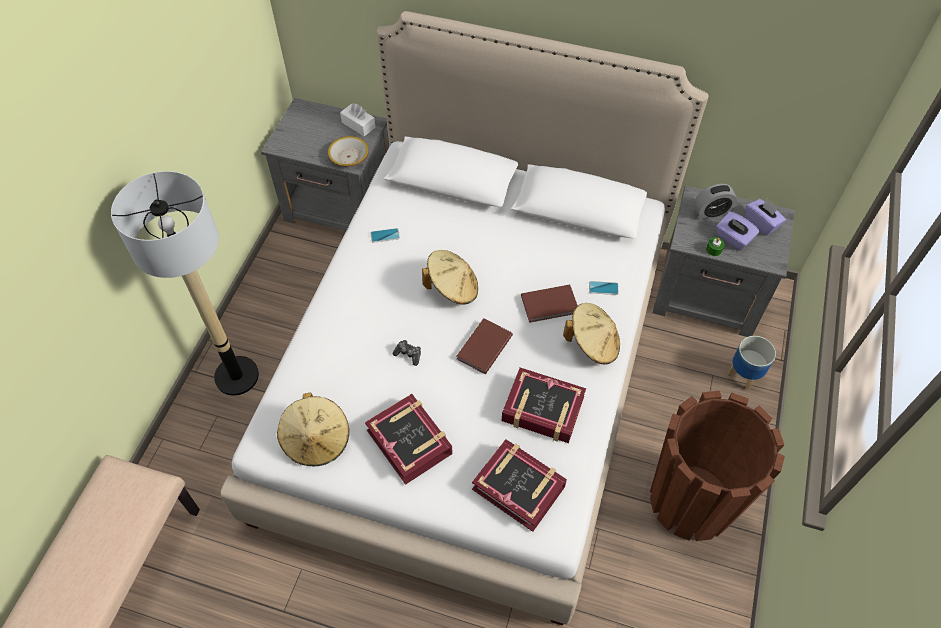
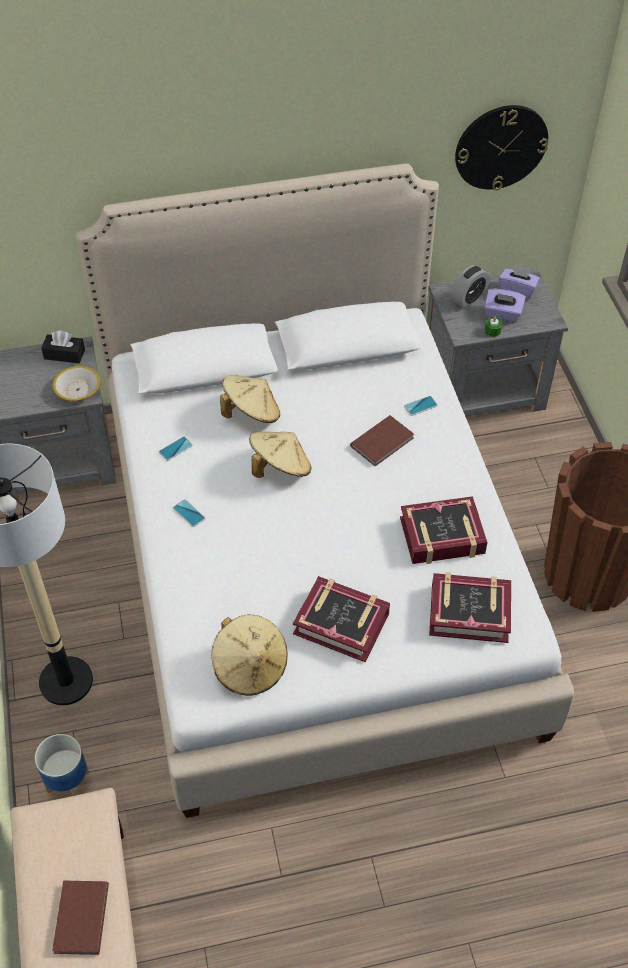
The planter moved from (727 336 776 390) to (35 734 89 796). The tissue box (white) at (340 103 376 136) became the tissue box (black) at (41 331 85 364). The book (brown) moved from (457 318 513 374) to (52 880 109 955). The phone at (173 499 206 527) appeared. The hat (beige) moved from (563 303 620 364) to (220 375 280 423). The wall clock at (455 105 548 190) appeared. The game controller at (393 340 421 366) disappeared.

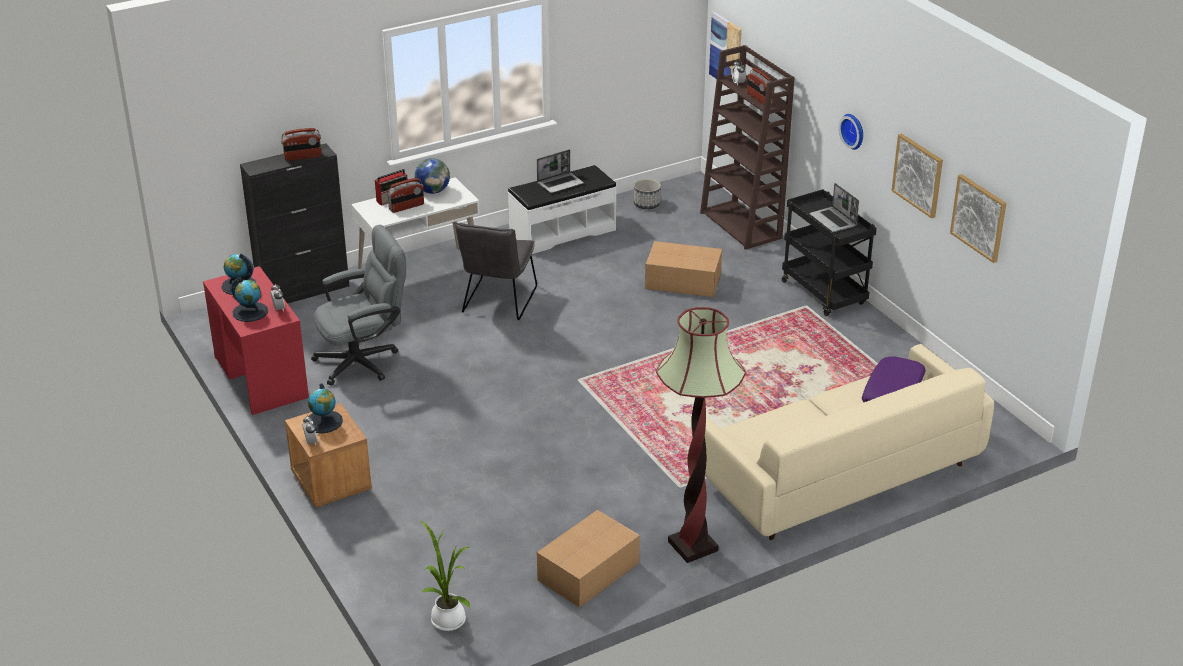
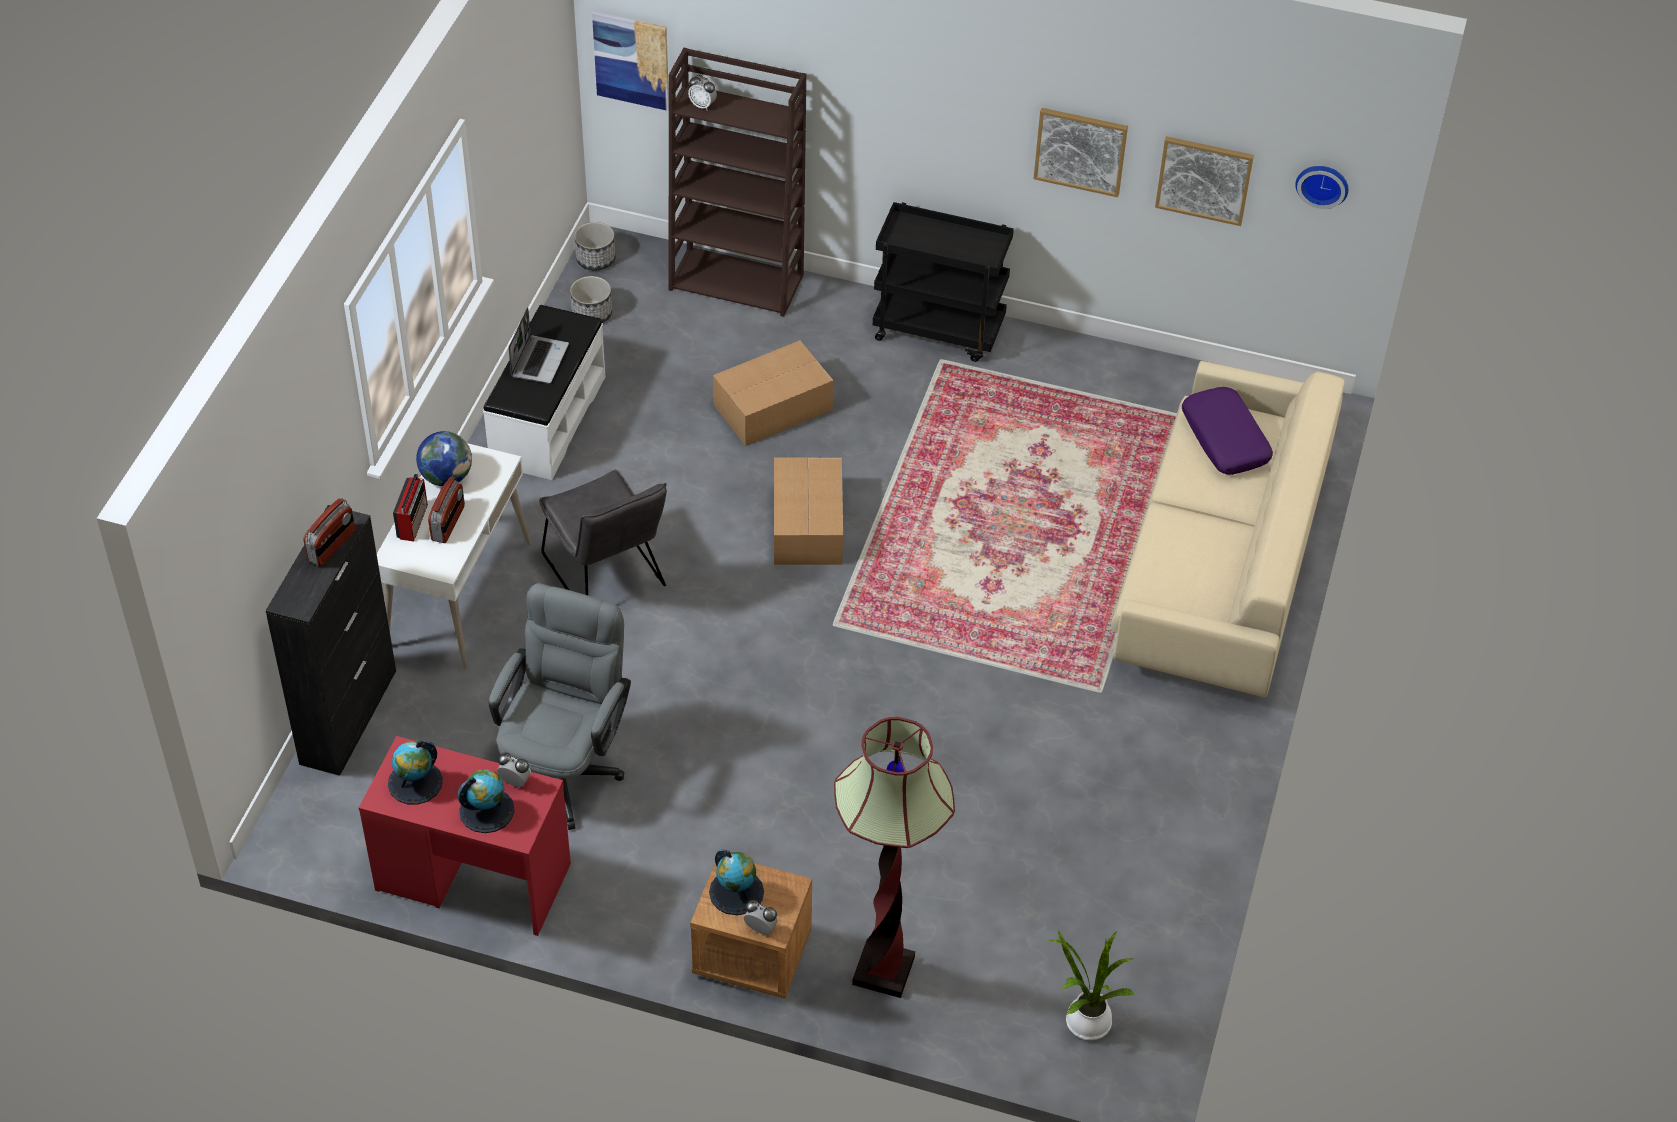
The planter at (574 222 616 270) appeared. The cardboard box moved from (537 510 640 608) to (774 457 843 565). The floor lamp moved from (656 307 746 563) to (834 717 955 998). The wall clock moved from (839 114 863 150) to (1295 166 1348 209). The radio at (747 68 775 105) disappeared. The laptop at (809 183 859 232) disappeared.

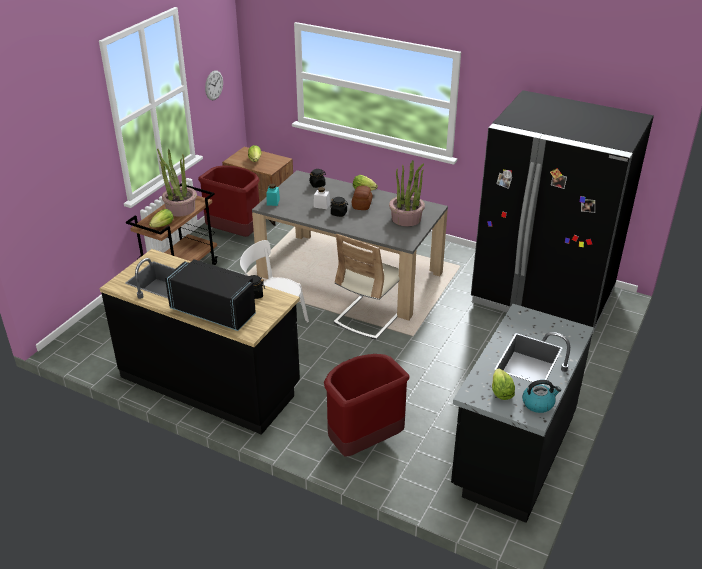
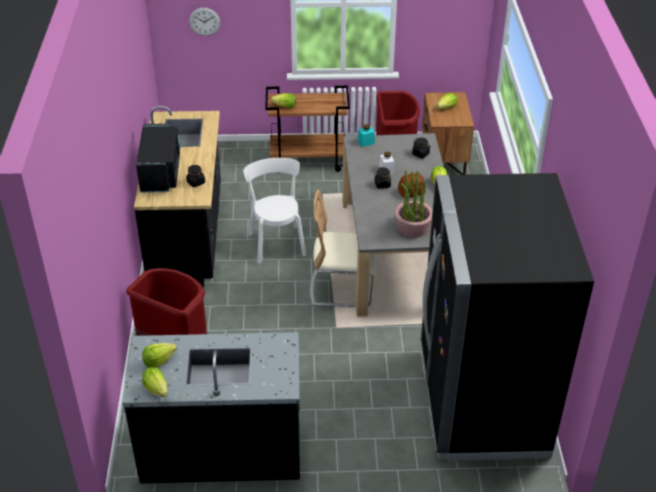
The kettle at (522 380 561 413) was replaced by the lettuce at (142 367 168 397). The wall clock moved from (205 70 223 100) to (189 7 220 36). The potted plant at (157 148 197 217) disappeared.

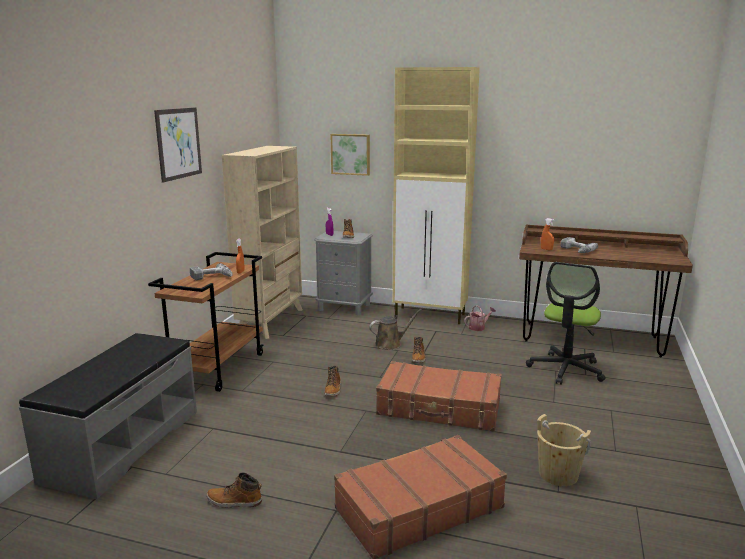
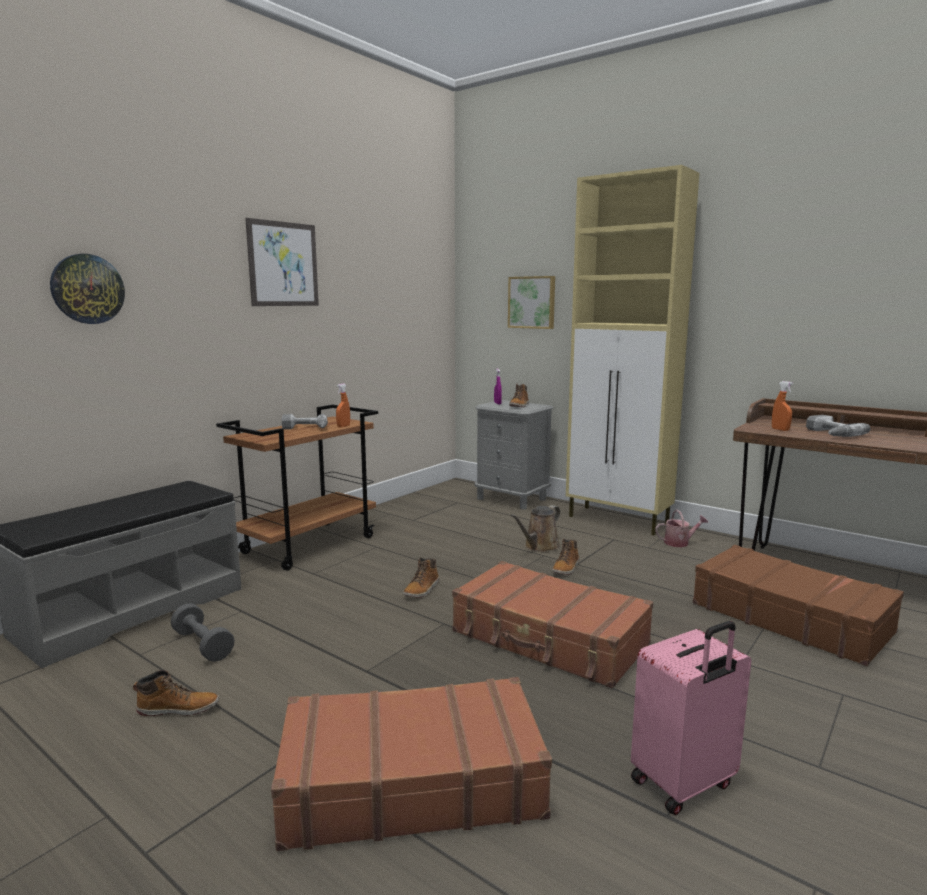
The wall clock at (50 254 125 324) appeared. The boot at (207 473 262 508) turned 150 degrees clockwise. The dumbbell (grey) at (171 603 234 662) appeared. The watering can (brown) at (369 309 422 350) turned 135 degrees clockwise. The bucket (beige) at (537 414 591 486) was replaced by the suitcase (pink) at (631 621 751 815). The office chair at (526 262 606 385) was replaced by the suitcase (brown) at (693 545 904 666). The bookcase (beige) at (222 146 303 339) disappeared.

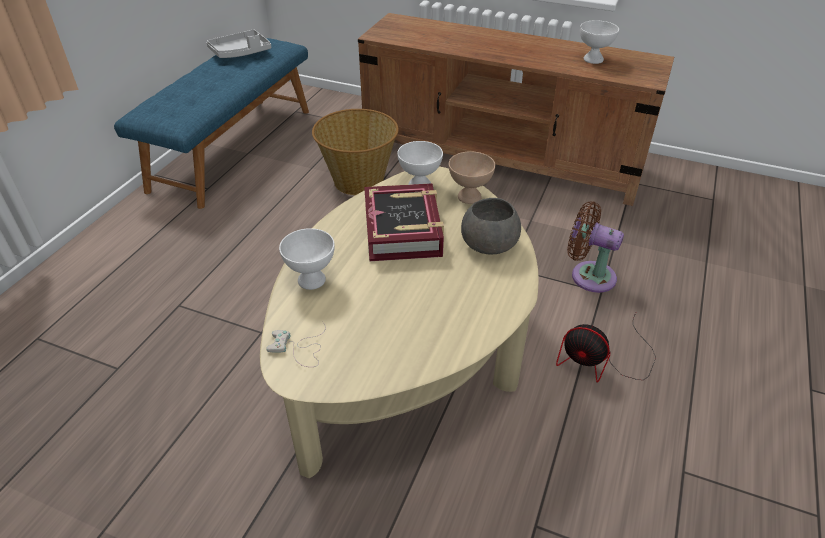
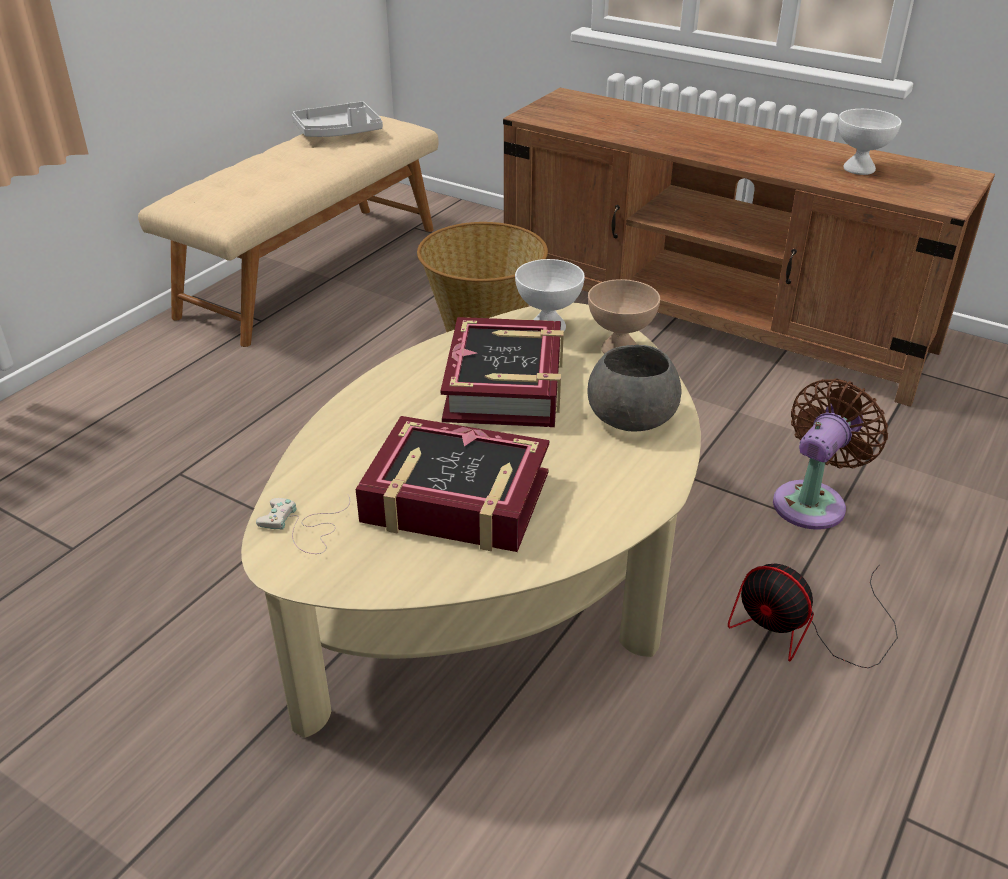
The bench (blue) at (114 38 309 209) became the bench (beige) at (138 116 439 347). The book at (356 416 549 552) appeared. The fan (brown) at (567 201 624 293) turned 90 degrees clockwise. The bowl (white) at (279 228 335 290) disappeared.

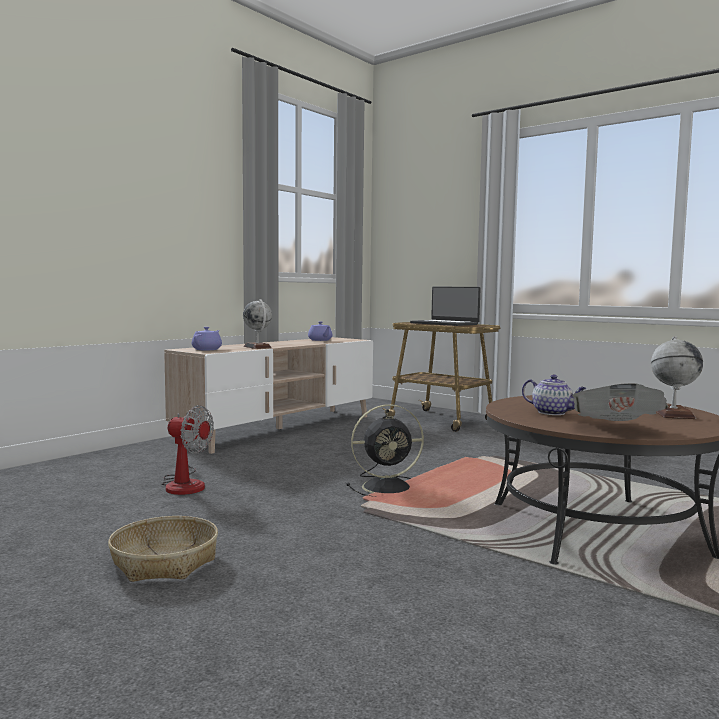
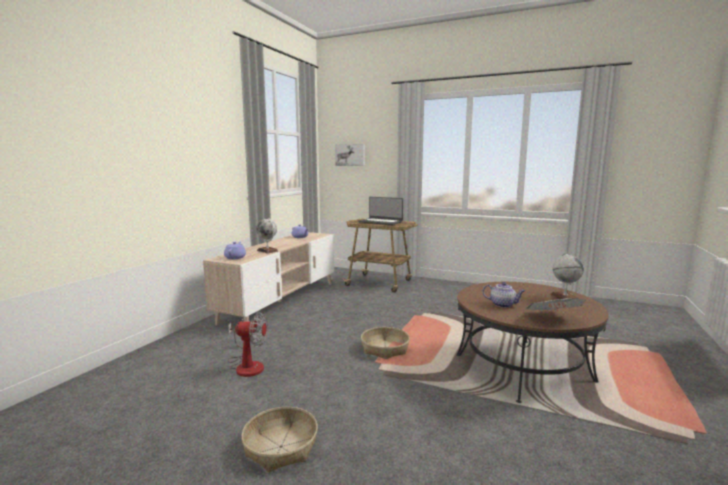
The picture at (335 144 365 166) appeared. The fan (black) at (346 404 424 497) was replaced by the basket at (361 327 410 359).

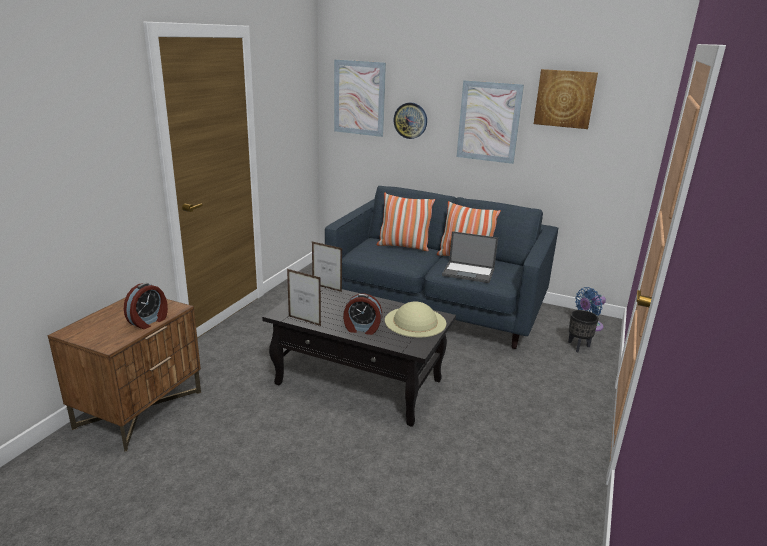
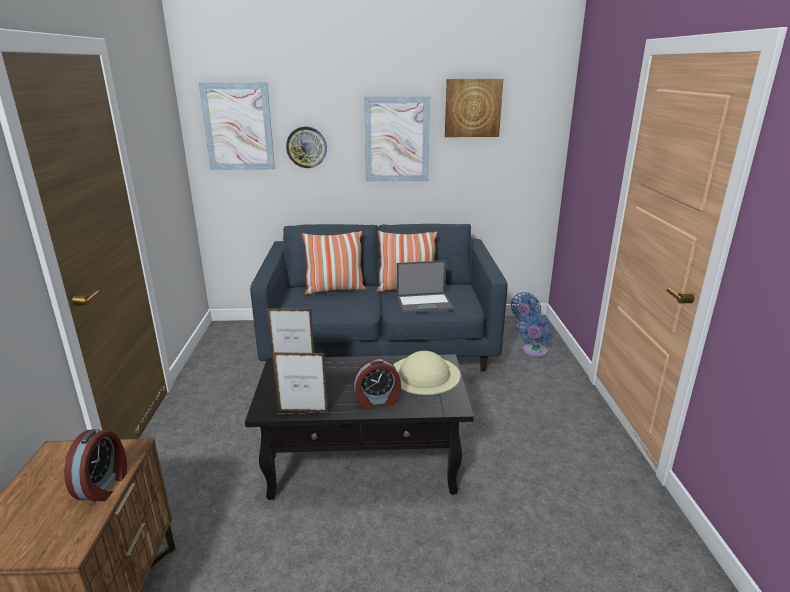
The planter (black) at (568 310 599 353) was replaced by the fan (blue) at (518 313 553 357).

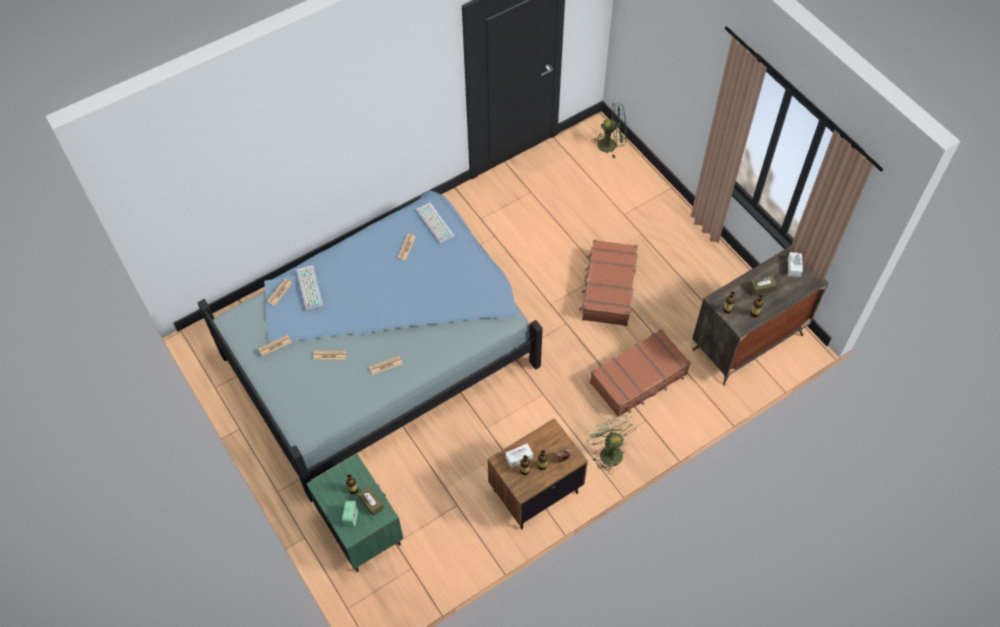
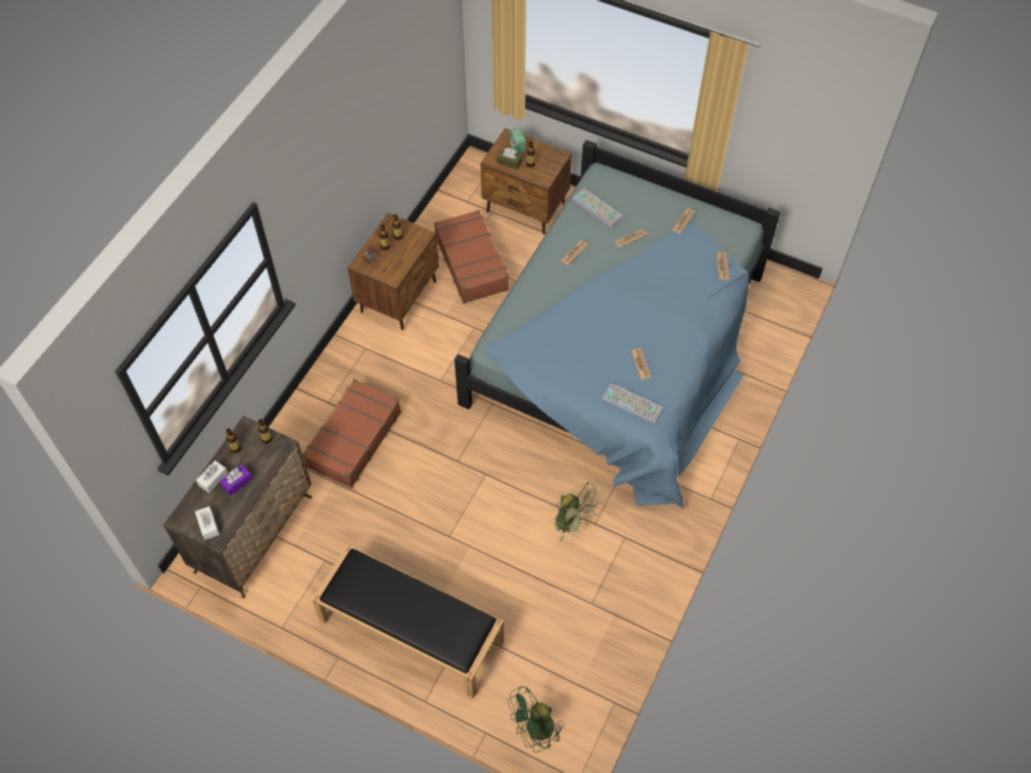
The tissue box (white) moved from (505 443 533 468) to (196 461 228 493). The tissue box (brown) at (749 275 777 295) became the tissue box (purple) at (219 464 253 496). The bench (black) at (312 545 504 699) appeared. The suitcase (brown) moved from (579 240 638 326) to (434 210 510 304). The nightstand (green) at (306 454 404 572) became the nightstand (brown) at (481 128 572 234). The fan (green) moved from (585 415 637 474) to (555 482 602 542). The keyboard moved from (296 265 324 311) to (572 188 624 228).

